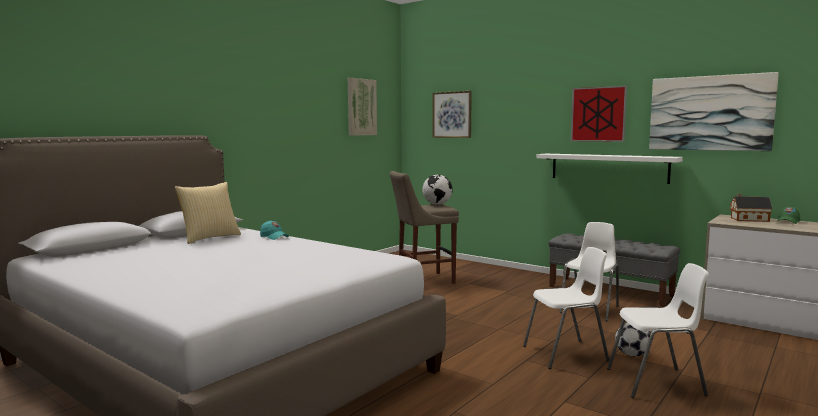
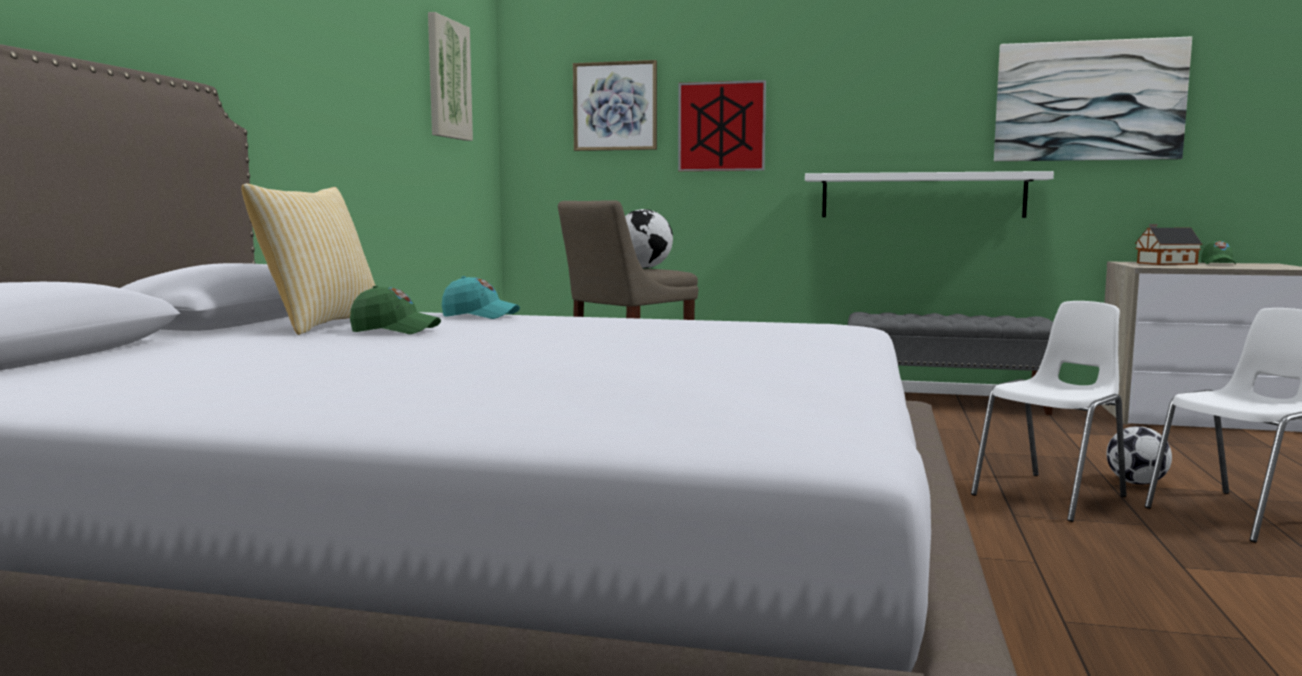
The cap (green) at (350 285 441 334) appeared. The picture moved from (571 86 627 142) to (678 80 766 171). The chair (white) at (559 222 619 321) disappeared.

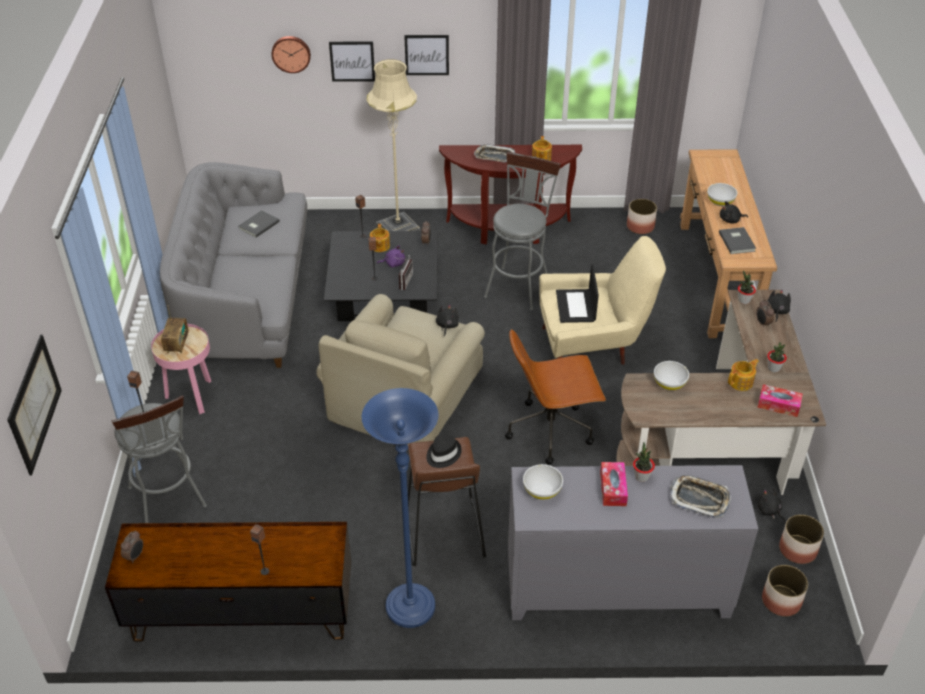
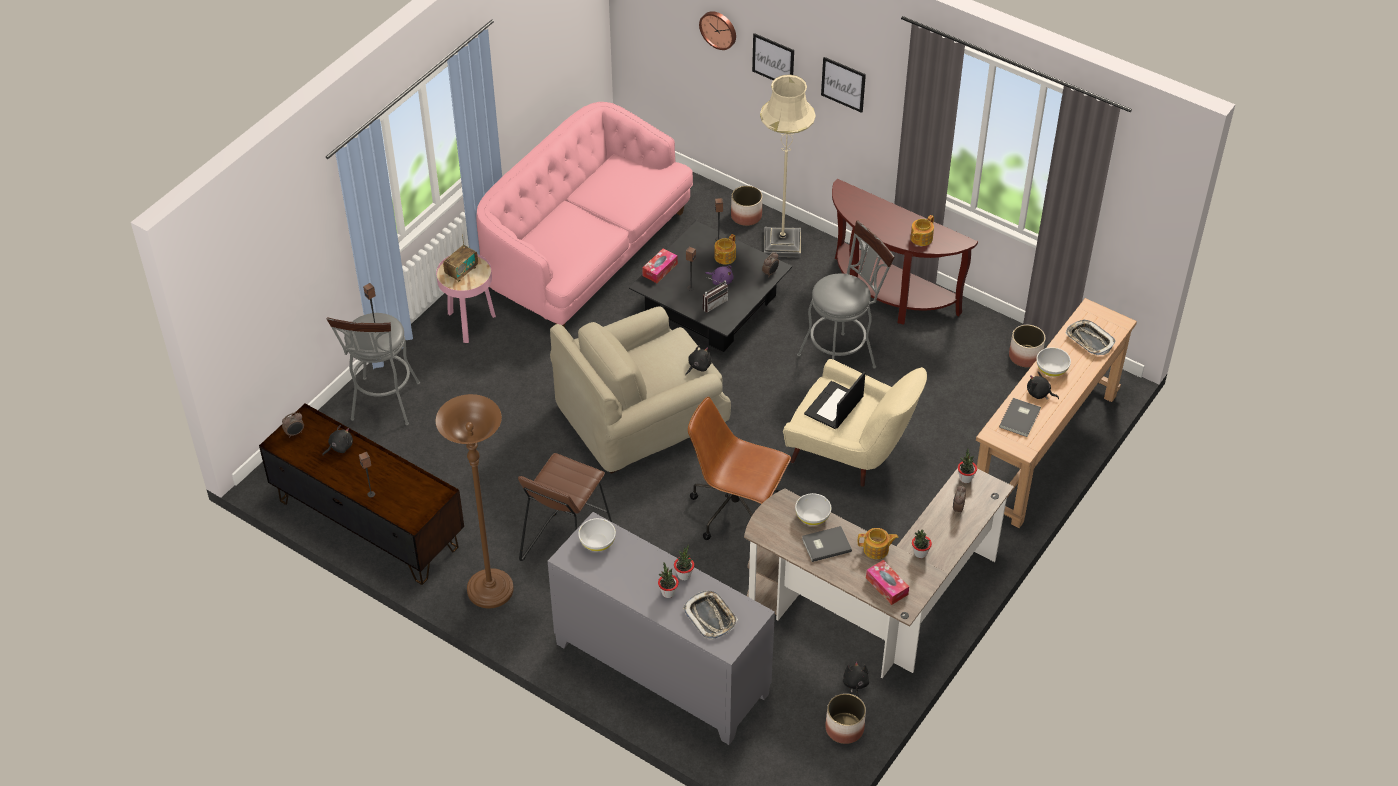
The plush toy (black) moved from (768 290 791 322) to (322 425 353 455). The floor lamp (blue) at (362 388 439 628) became the floor lamp (brown) at (436 394 514 608). The sofa (grey) at (160 162 307 368) became the sofa (pink) at (476 102 693 328). The tissue box moved from (600 462 628 506) to (642 248 678 283). The potted plant at (658 562 679 598) appeared. The planter moved from (762 565 808 616) to (731 186 762 226). The book (grey) moved from (239 210 280 238) to (802 526 852 562). The tray moved from (474 144 515 163) to (1065 320 1116 355). The picture at (7 335 62 476) disappeared. The hat (black) at (427 433 462 468) disappeared.

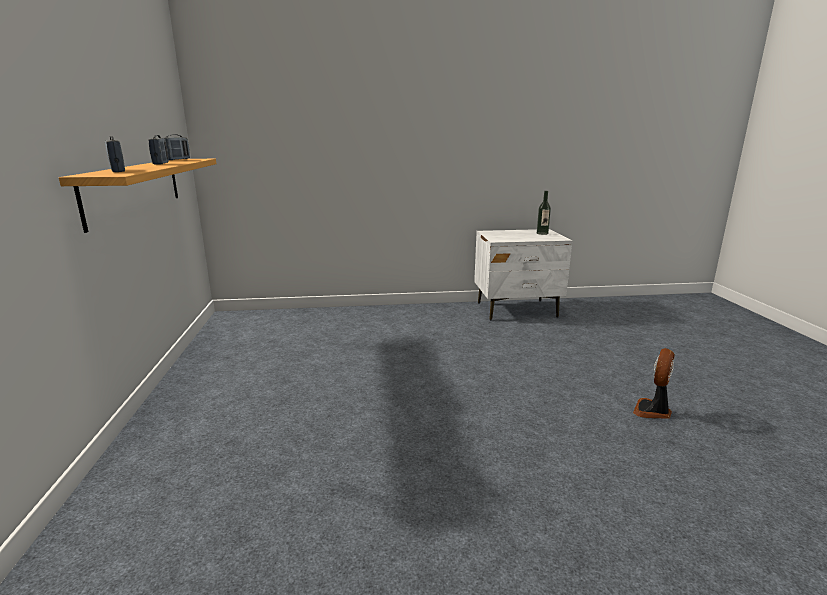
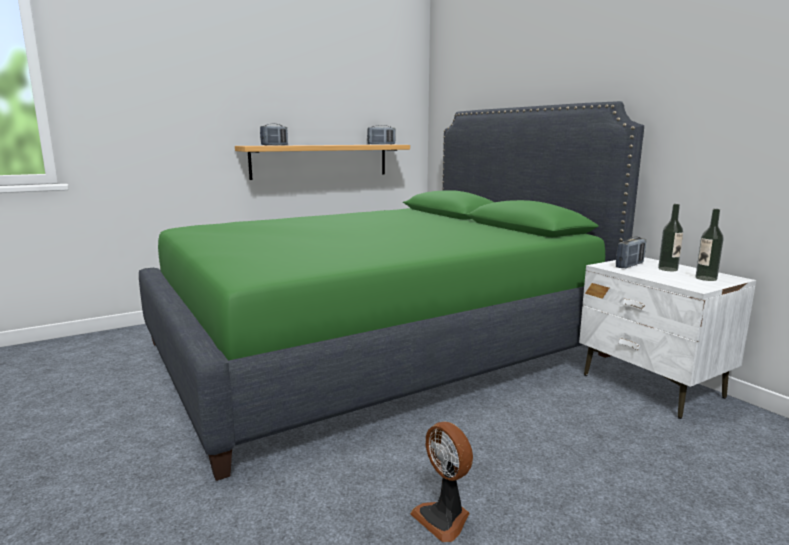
The bed (green) at (139 101 644 481) appeared. The fan at (633 348 675 419) turned 135 degrees counterclockwise. The radio moved from (148 135 169 165) to (616 236 646 268). The bottle at (658 204 683 271) appeared.

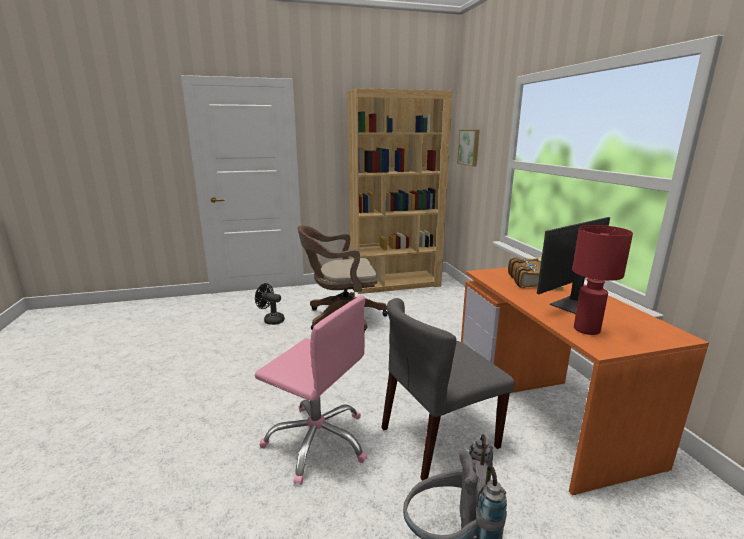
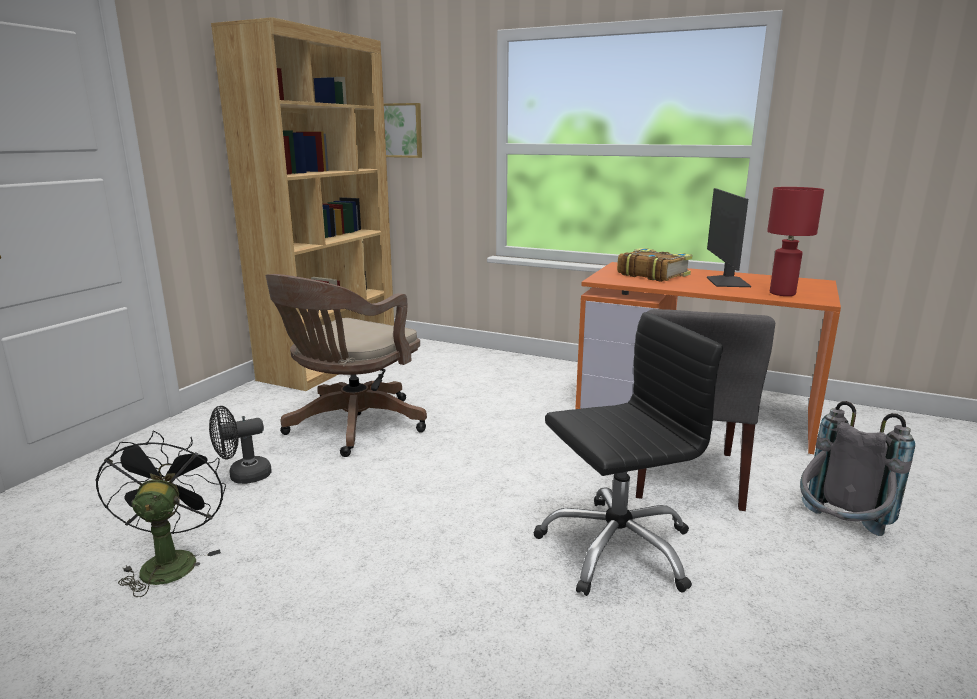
The fan (black) at (95 431 226 597) appeared. The office chair (pink) at (255 296 367 485) became the office chair (black) at (534 312 723 596).

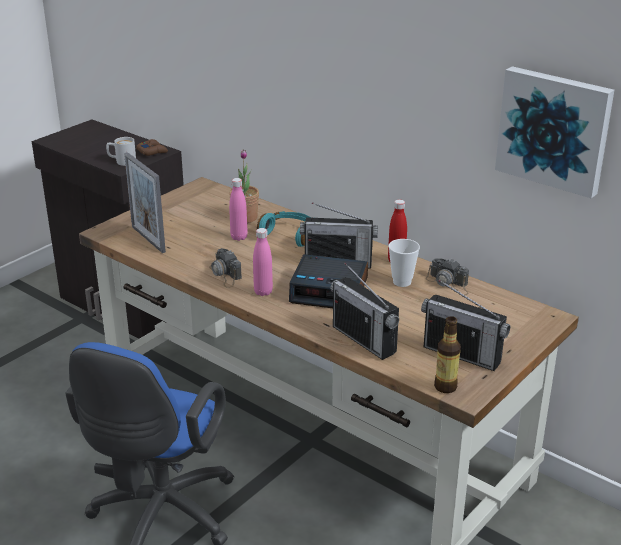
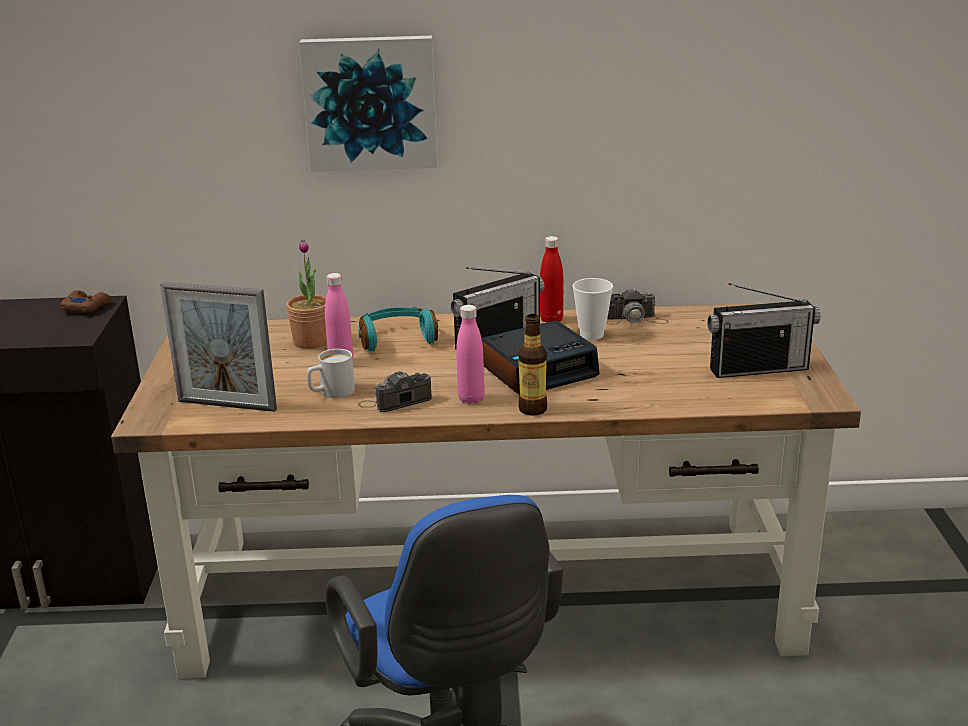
The picture moved from (495 66 614 198) to (299 36 437 172). The mug (white) moved from (106 137 136 166) to (307 349 355 398). The photo camera at (209 248 242 288) turned 135 degrees clockwise. The bottle moved from (434 316 461 393) to (518 314 547 416). The radio at (330 263 399 360) disappeared.

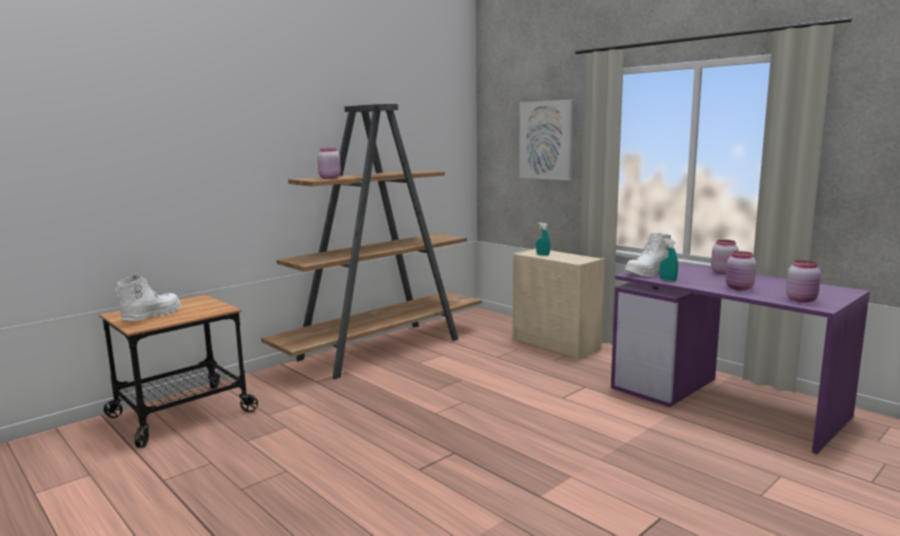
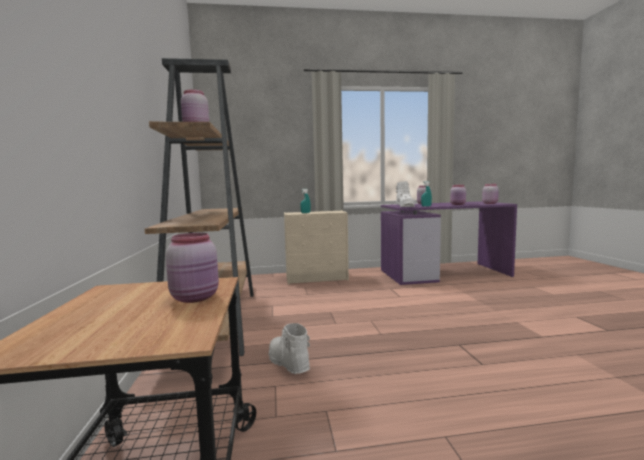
The jar (pink) at (166 233 219 303) appeared. The boot (white) moved from (115 275 181 321) to (269 323 310 374). The picture at (519 100 574 180) disappeared.

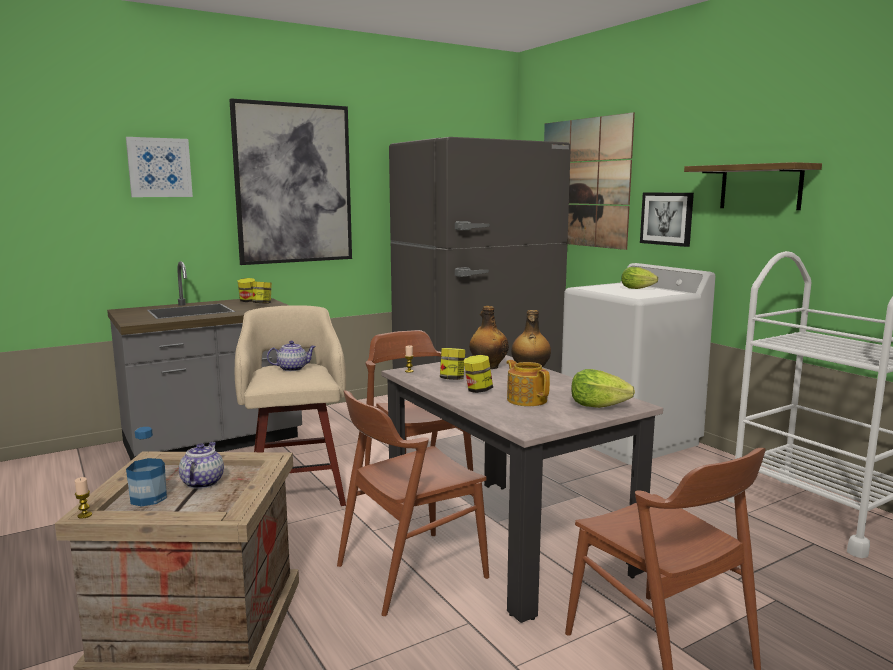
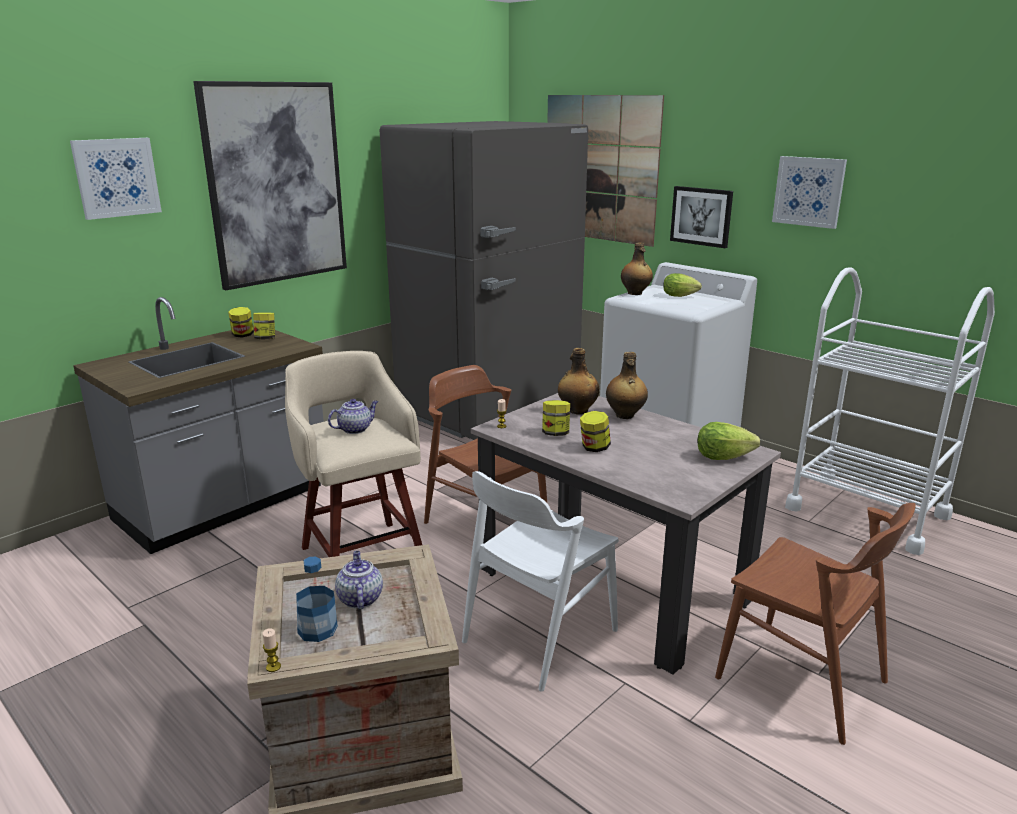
The chair (brown) at (337 390 489 616) became the chair (white) at (462 471 619 692). The bottle at (621 243 653 295) appeared. The shelf at (684 162 822 210) was replaced by the picture at (772 156 847 229). The teapot at (506 360 550 406) disappeared.

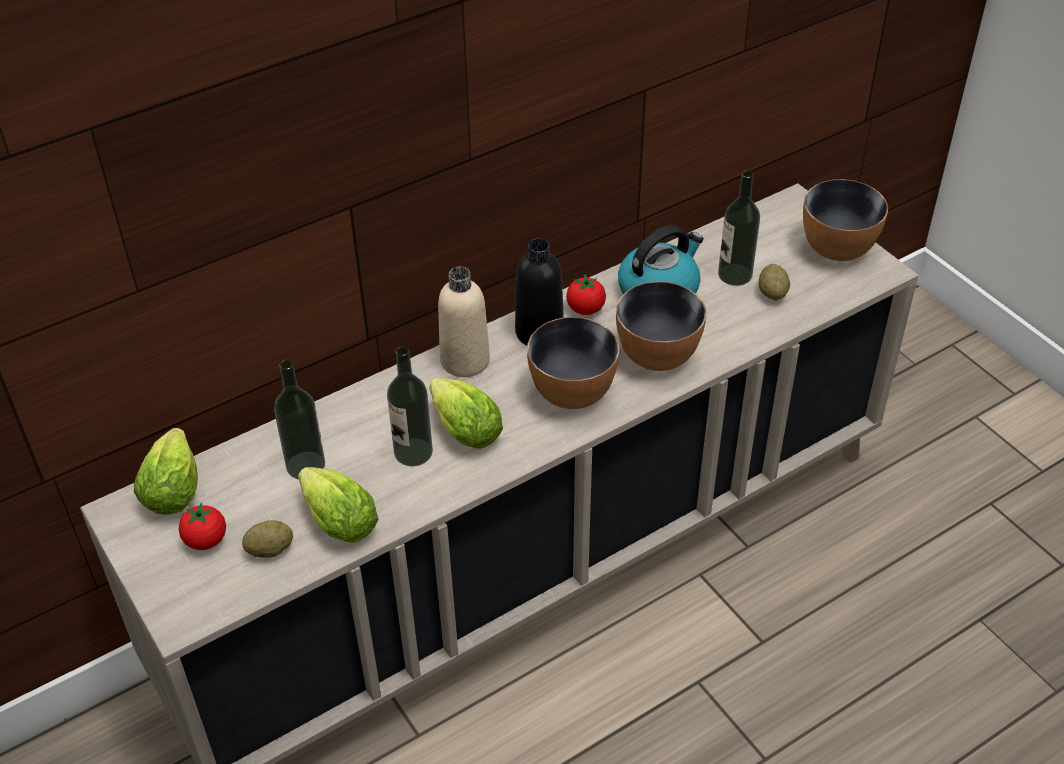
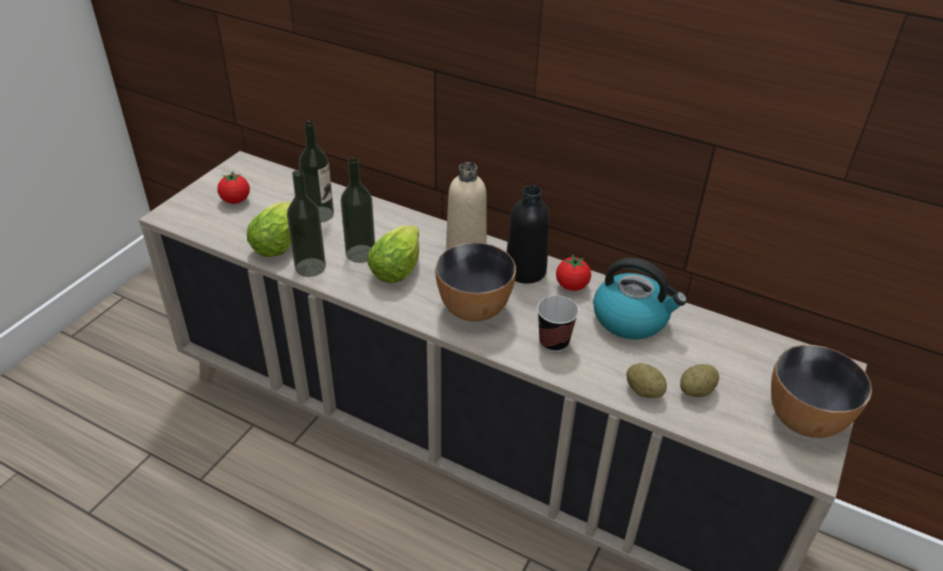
The bottle moved from (718 170 760 286) to (287 170 326 277). The bowl at (616 281 706 371) was replaced by the cup at (537 295 579 352). The potato moved from (242 520 293 558) to (626 363 667 398). The lettuce at (134 428 198 515) disappeared.

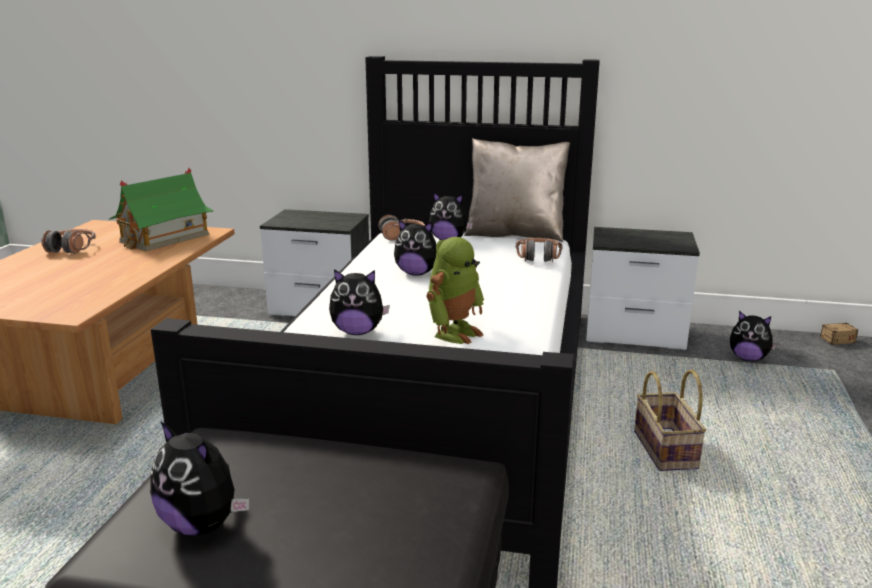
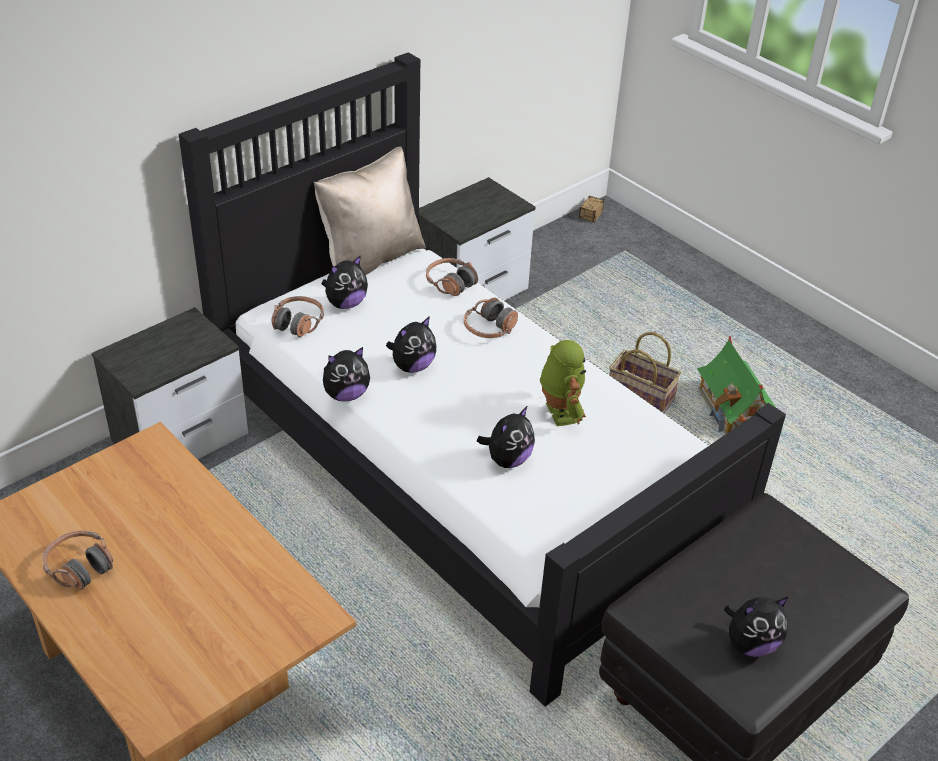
The plush toy moved from (730 311 777 361) to (323 347 370 402). The headphones at (464 298 518 338) appeared. The toy house moved from (109 168 213 251) to (696 336 775 434).

